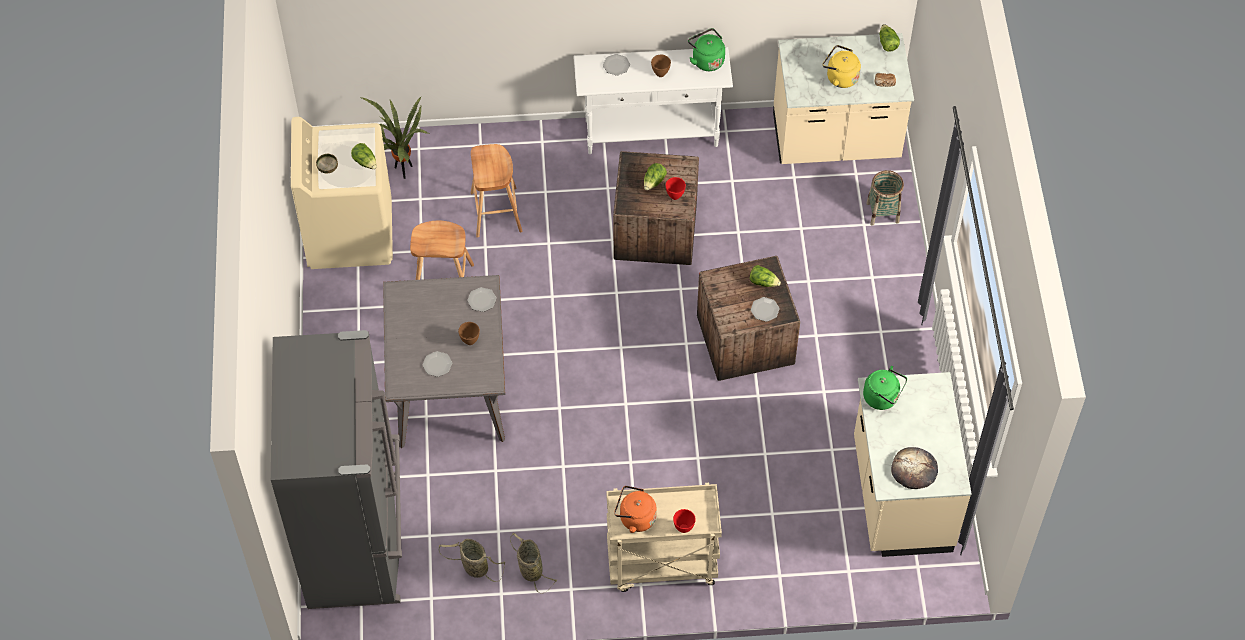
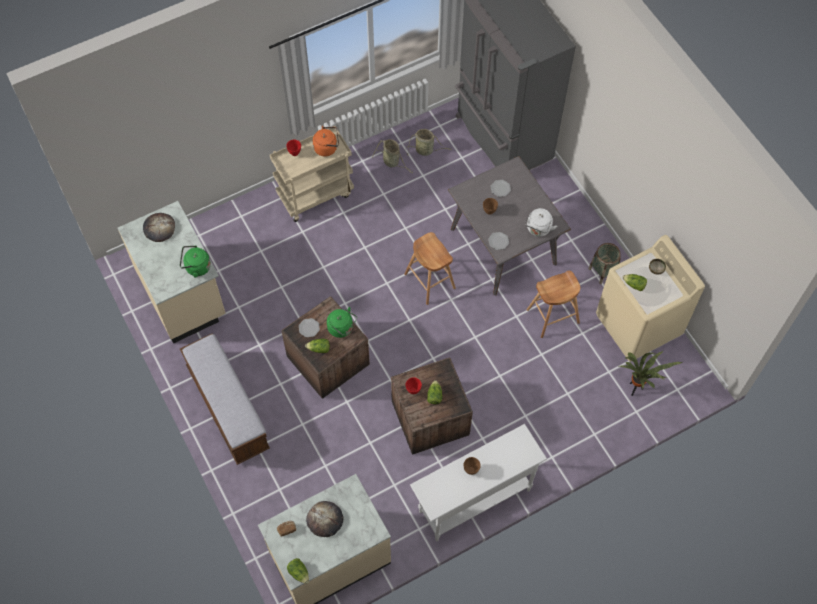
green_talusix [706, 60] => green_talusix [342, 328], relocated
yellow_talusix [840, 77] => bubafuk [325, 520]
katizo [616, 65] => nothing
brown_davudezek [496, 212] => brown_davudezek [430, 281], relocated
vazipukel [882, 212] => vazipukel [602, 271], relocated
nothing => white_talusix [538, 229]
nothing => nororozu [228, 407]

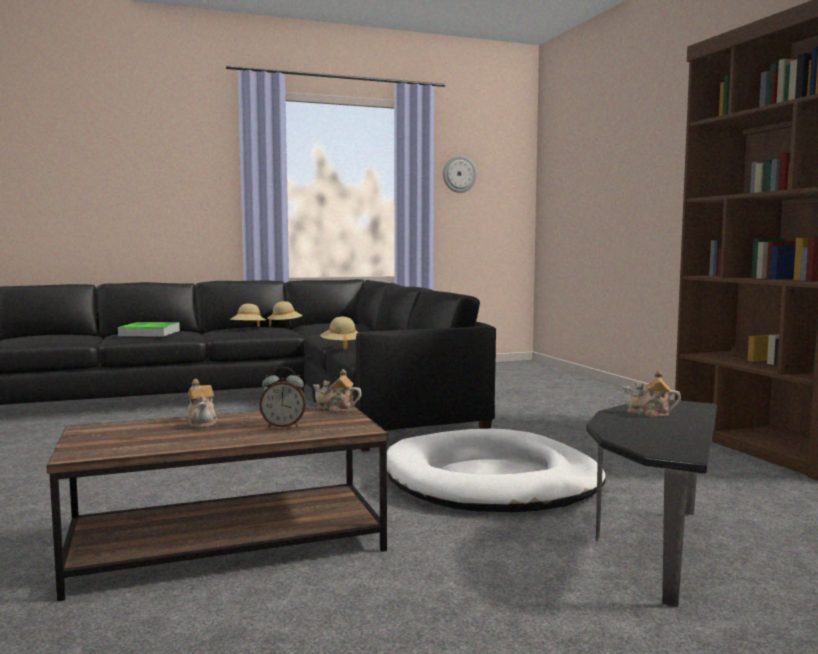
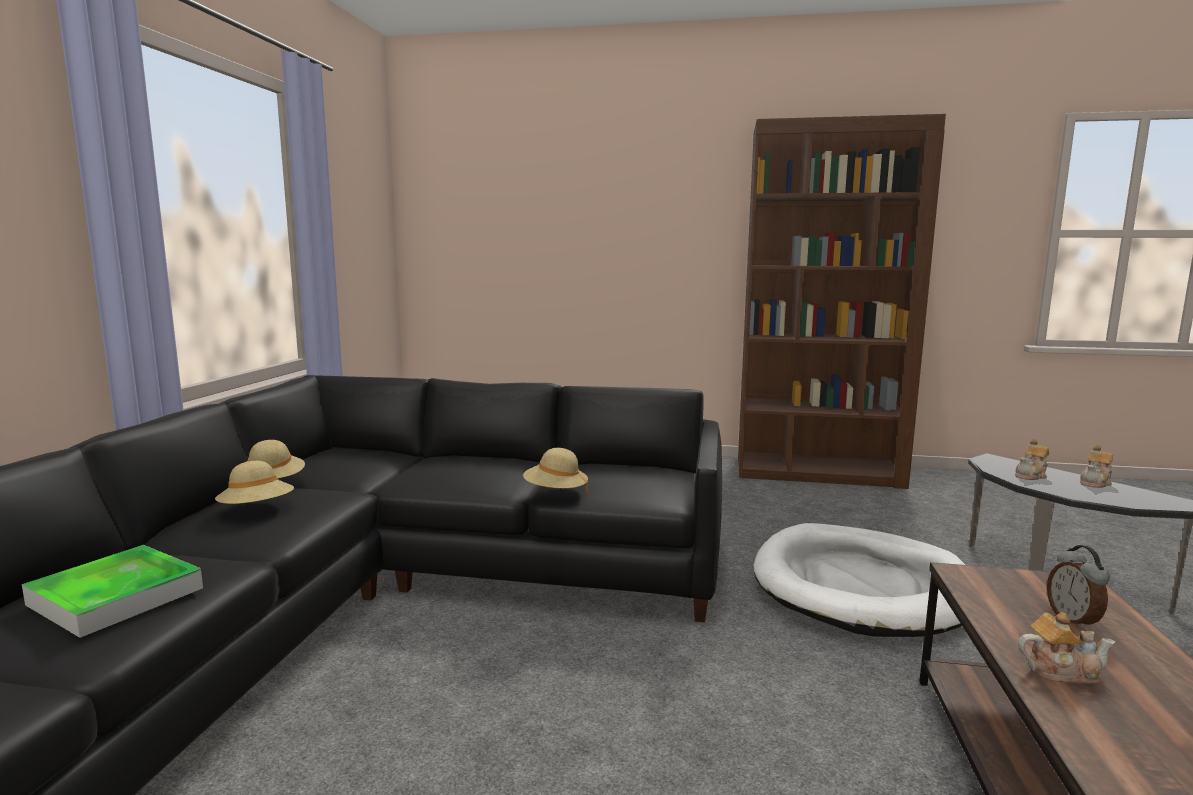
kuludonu [459, 174] => nothing
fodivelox [283, 426] => fodivelox [1073, 620], 150 degrees clockwise
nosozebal [336, 409] => nosozebal [1095, 483], relocated

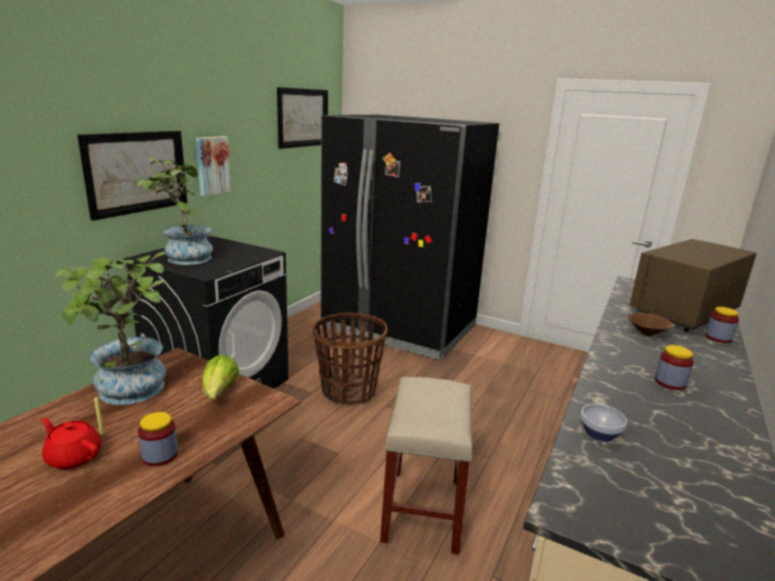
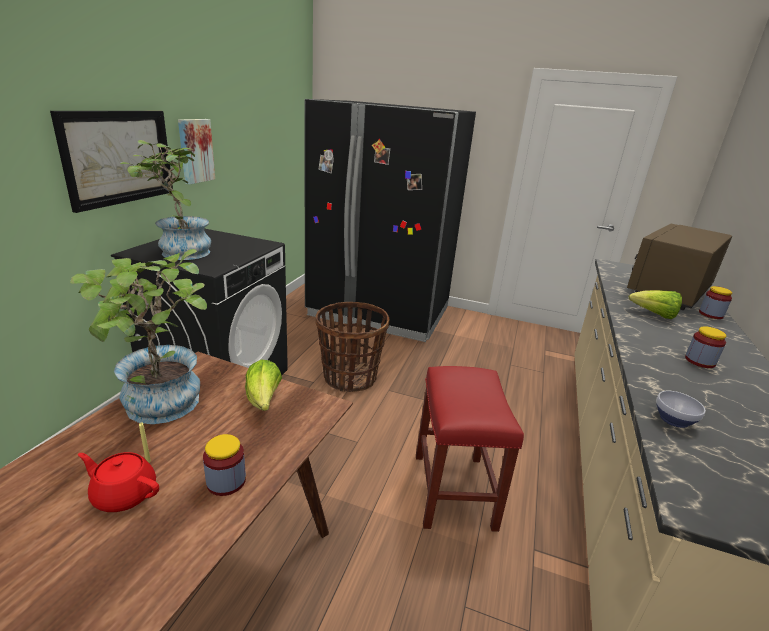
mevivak [302, 117] => nothing
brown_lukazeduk [648, 335] => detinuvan [654, 315]
beige_davudezek [423, 511] => red_davudezek [454, 492]

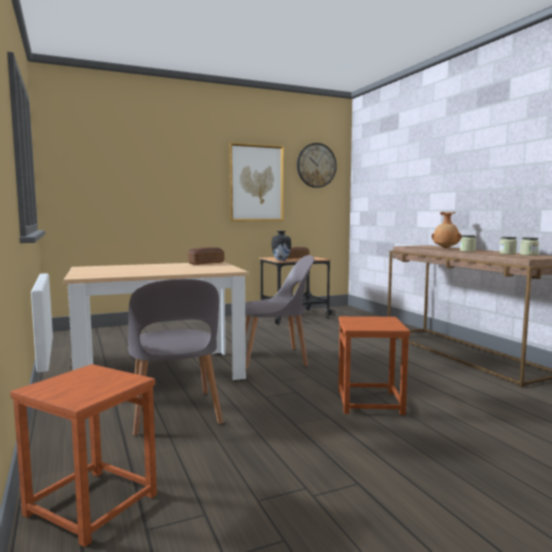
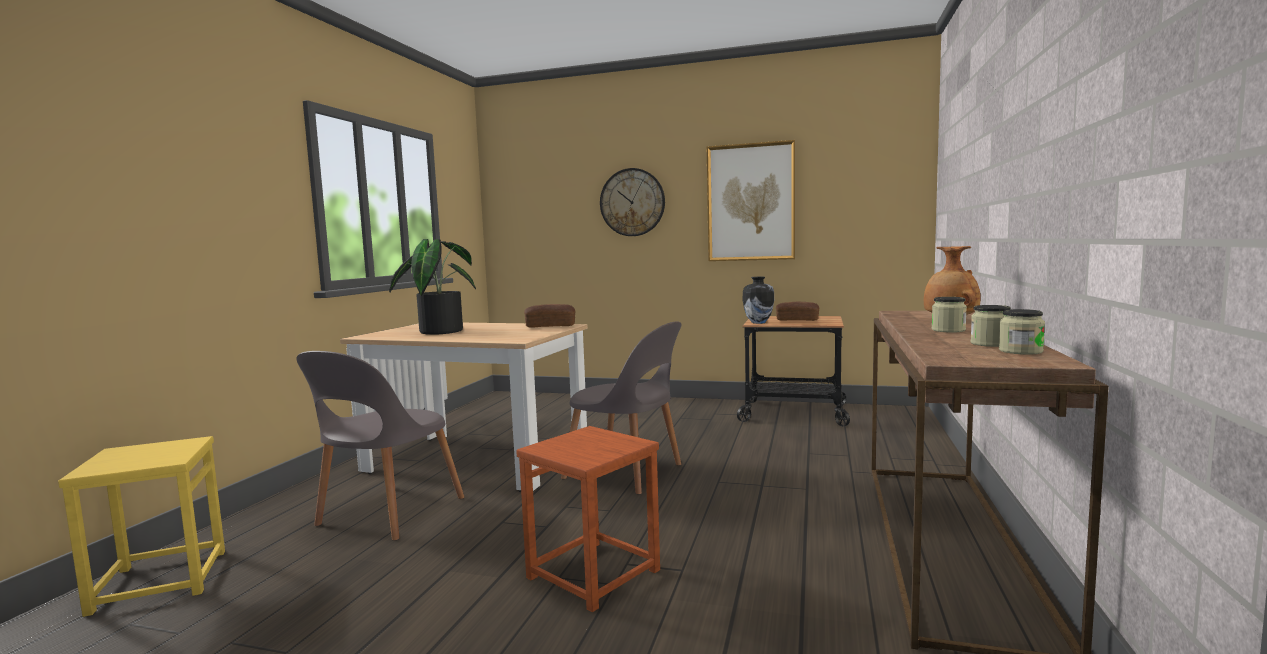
kuludonu [316, 165] => kuludonu [632, 202], relocated
brown_davudezek [90, 505] => yellow_davudezek [159, 581]
nothing => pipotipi [439, 331]

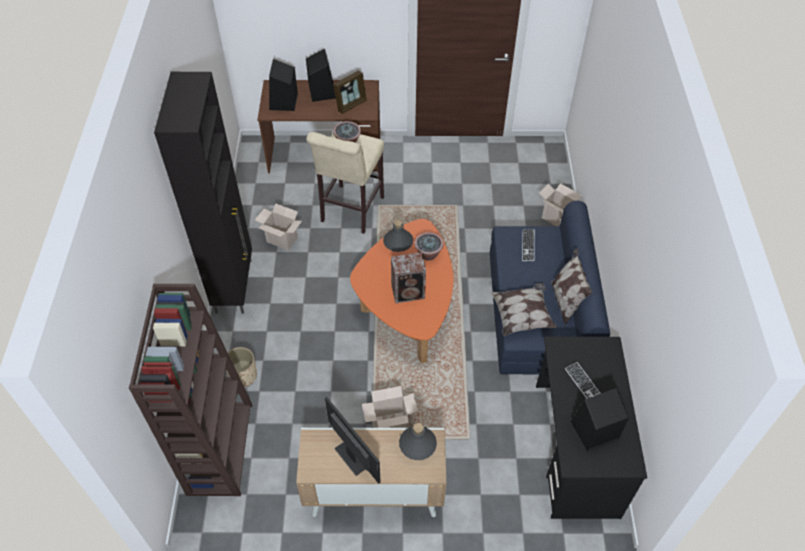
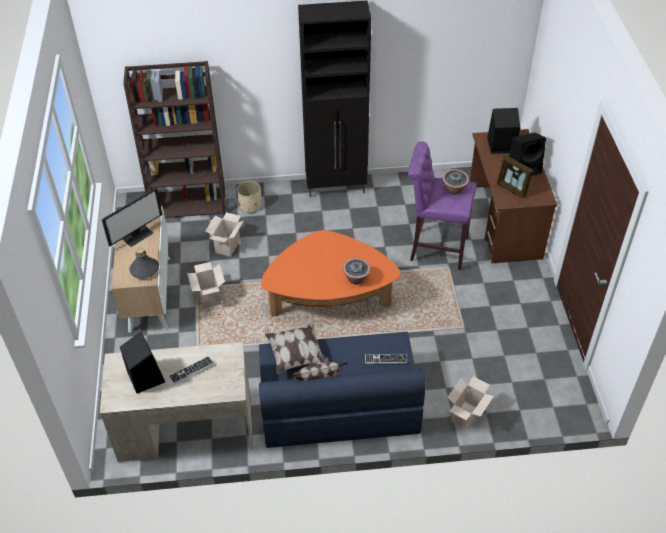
beige_davudezek [350, 212] => purple_davudezek [435, 248]
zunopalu [281, 240] => zunopalu [227, 246], relocated
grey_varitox [398, 242] => nothing
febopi [409, 292] => nothing
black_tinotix [575, 449] => beige_tinotix [185, 428]

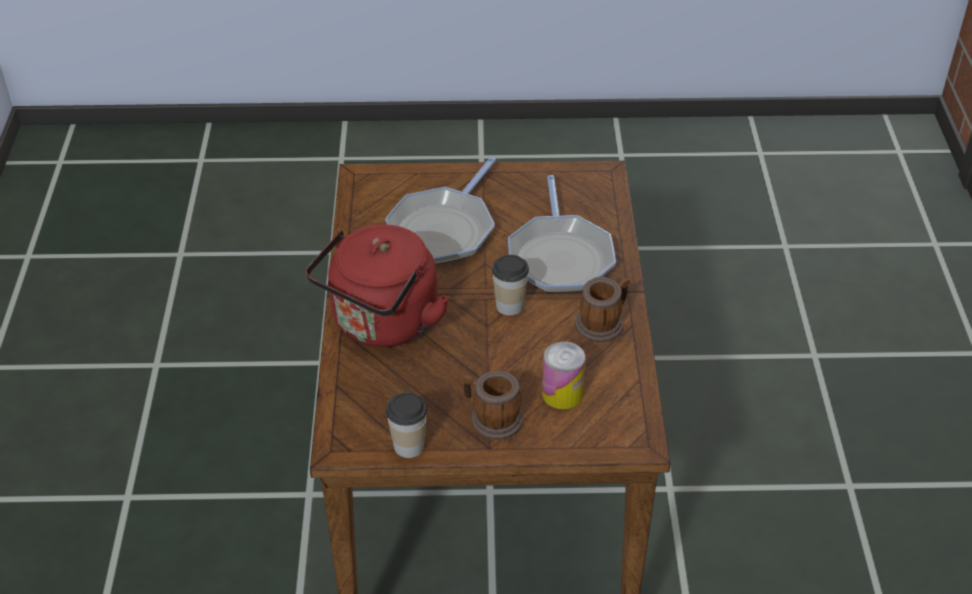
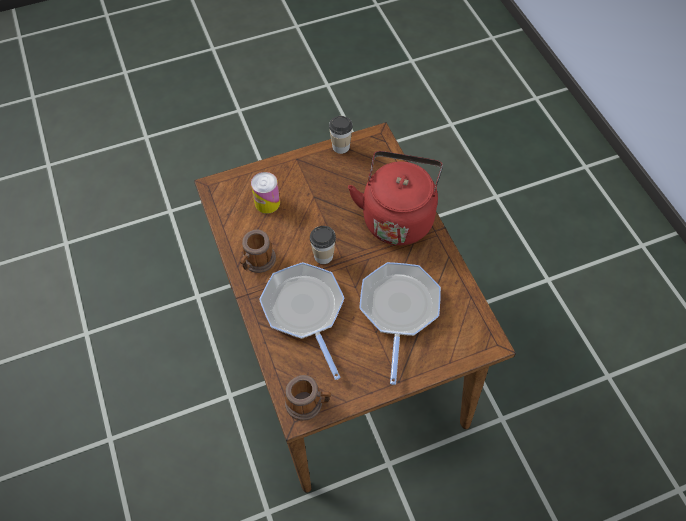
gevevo [491, 418] => gevevo [308, 403], relocated

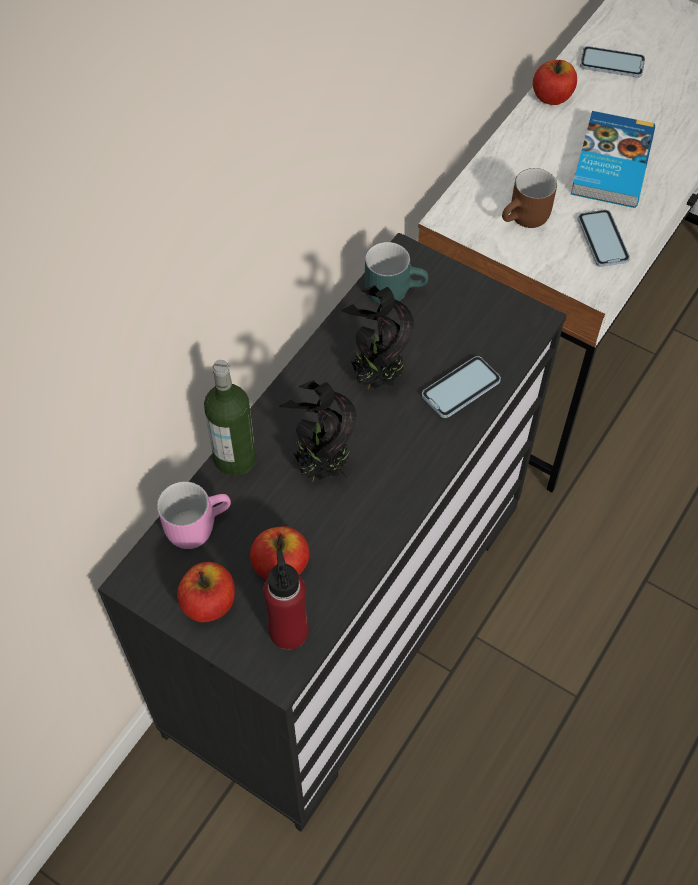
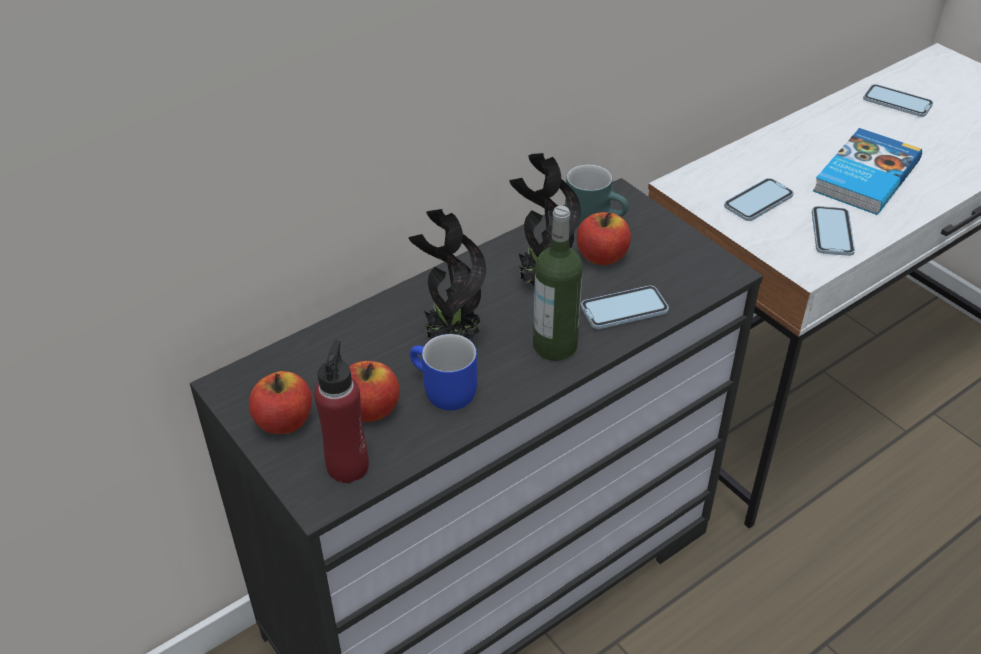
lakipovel [552, 97] => lakipovel [602, 256], relocated
brown_gevevo [526, 220] => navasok [758, 201]
varitox [235, 459] => varitox [555, 346], relocated
pink_gevevo [196, 524] => nothing
nothing => blue_gevevo [441, 392]

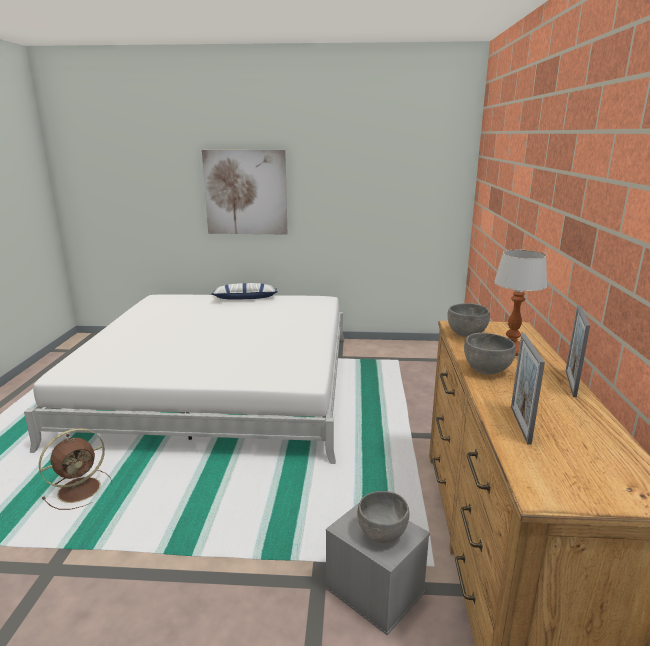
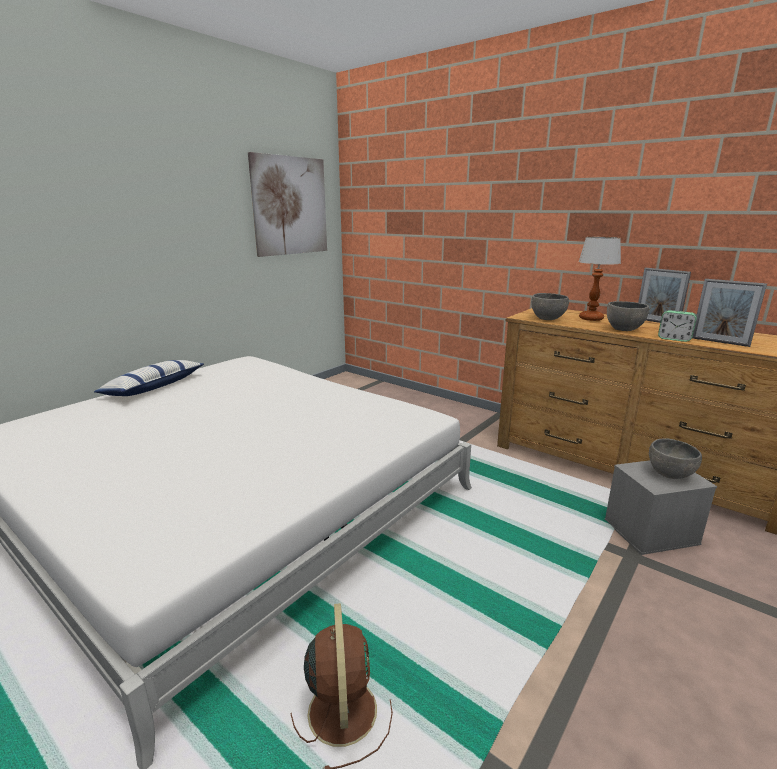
mevivak [245, 192] => mevivak [290, 206], relocated
nothing => fodivelox [674, 339]

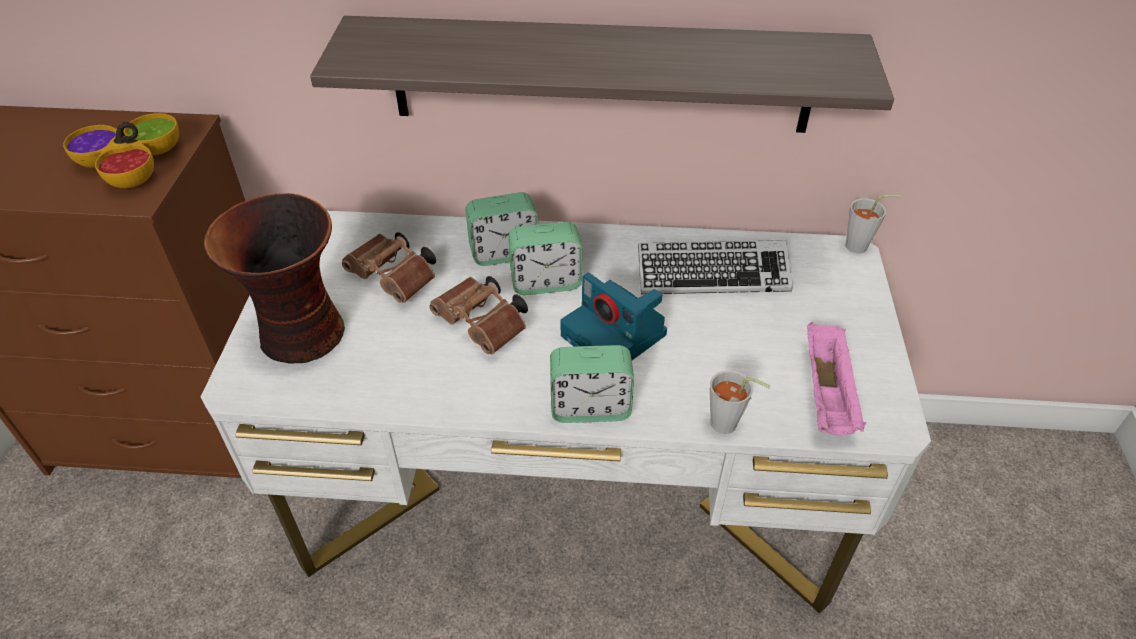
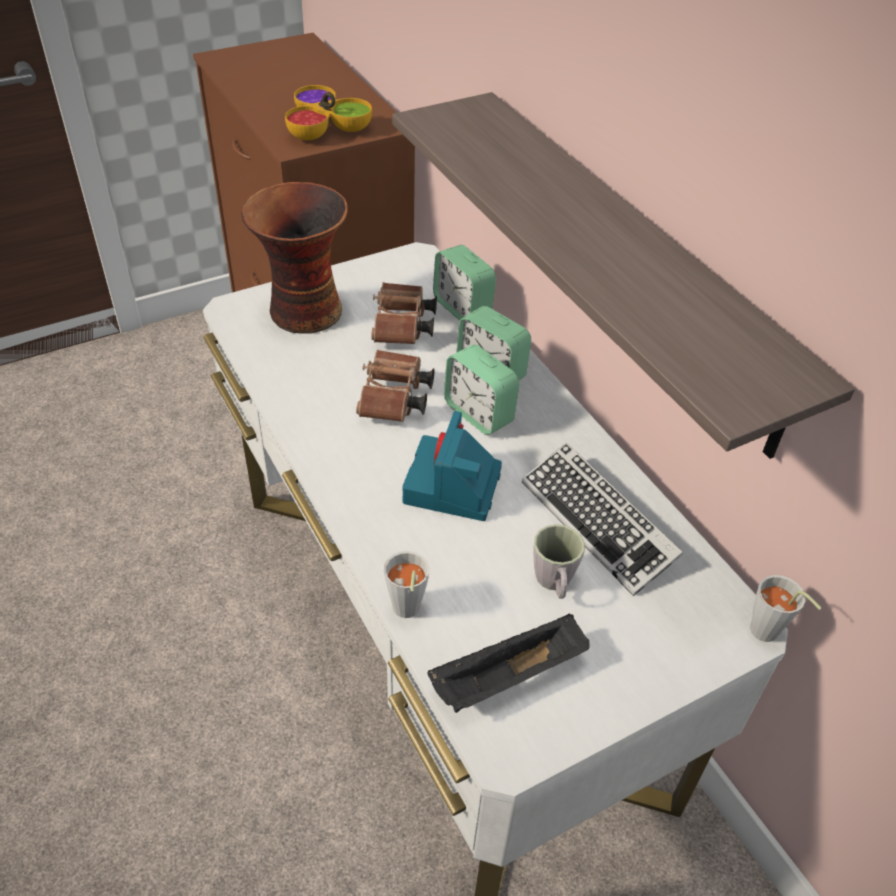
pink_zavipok [828, 395] => black_zavipok [507, 678]
fodivelox [590, 407] => fodivelox [462, 308], relocated
nothing => grey_gevevo [554, 583]

